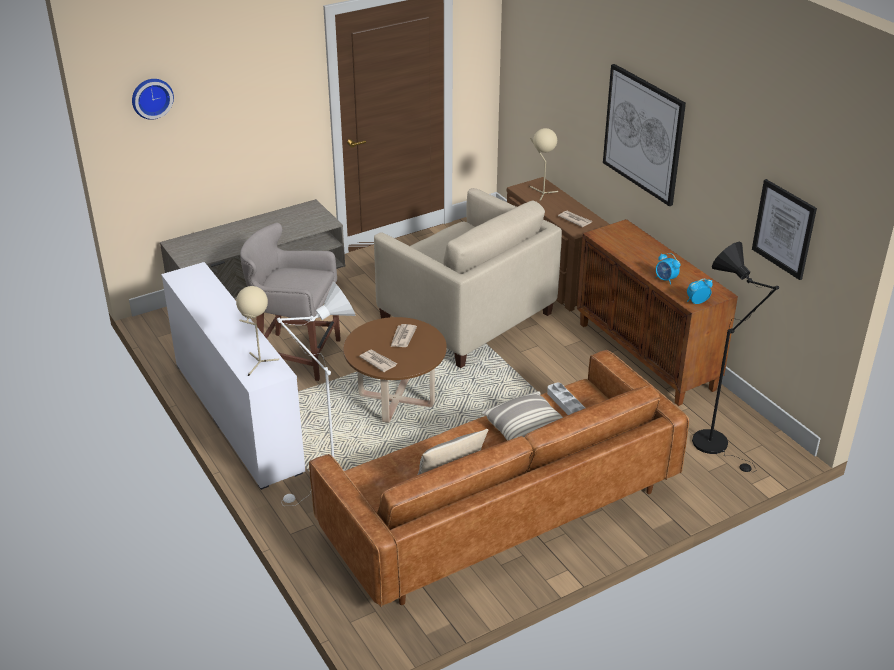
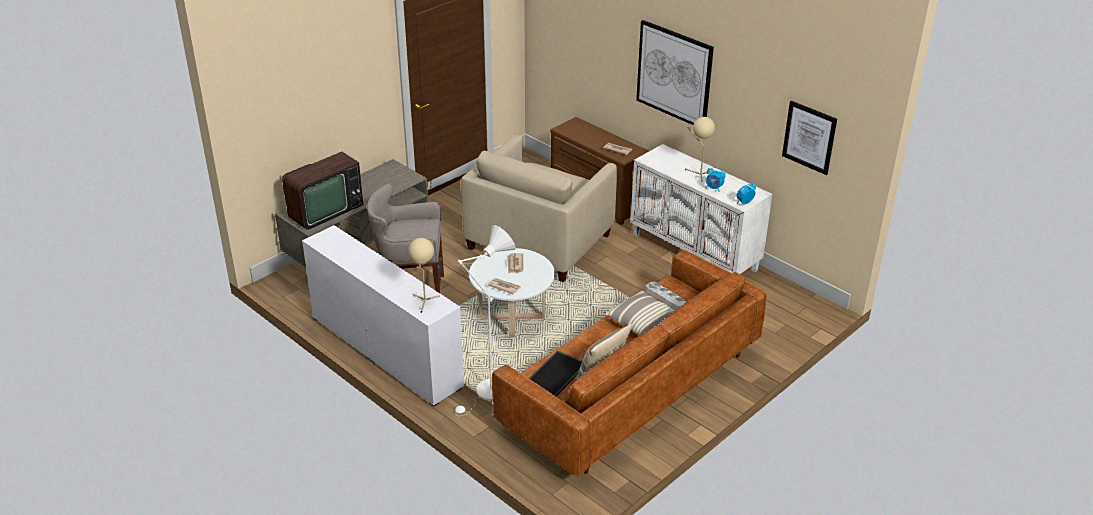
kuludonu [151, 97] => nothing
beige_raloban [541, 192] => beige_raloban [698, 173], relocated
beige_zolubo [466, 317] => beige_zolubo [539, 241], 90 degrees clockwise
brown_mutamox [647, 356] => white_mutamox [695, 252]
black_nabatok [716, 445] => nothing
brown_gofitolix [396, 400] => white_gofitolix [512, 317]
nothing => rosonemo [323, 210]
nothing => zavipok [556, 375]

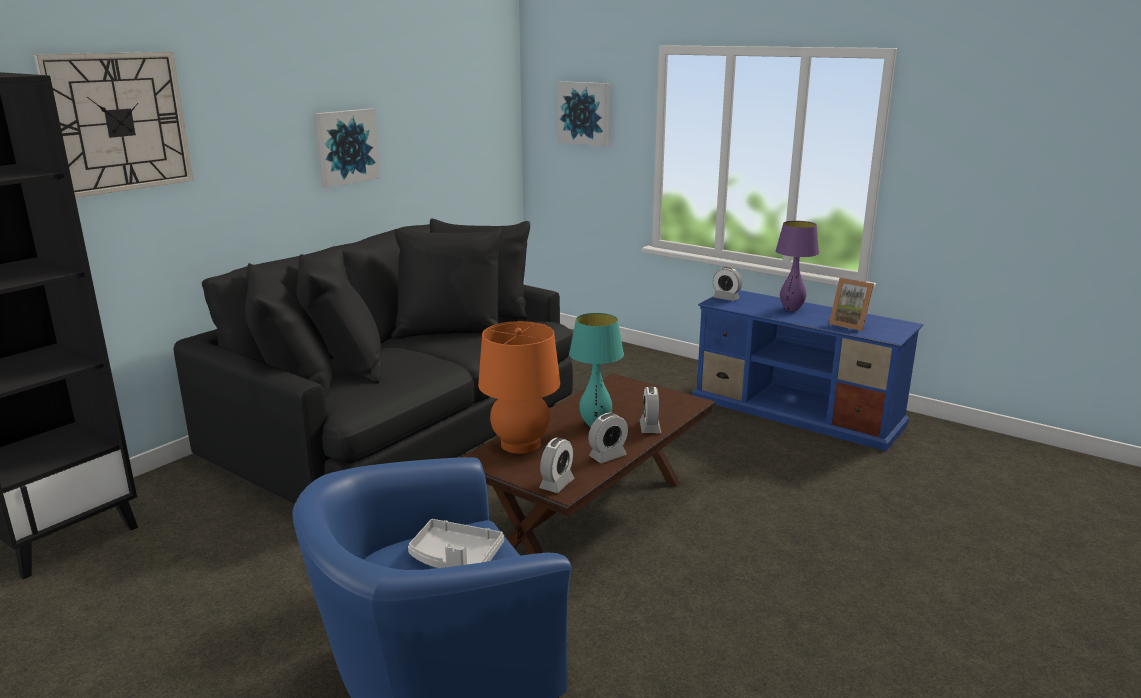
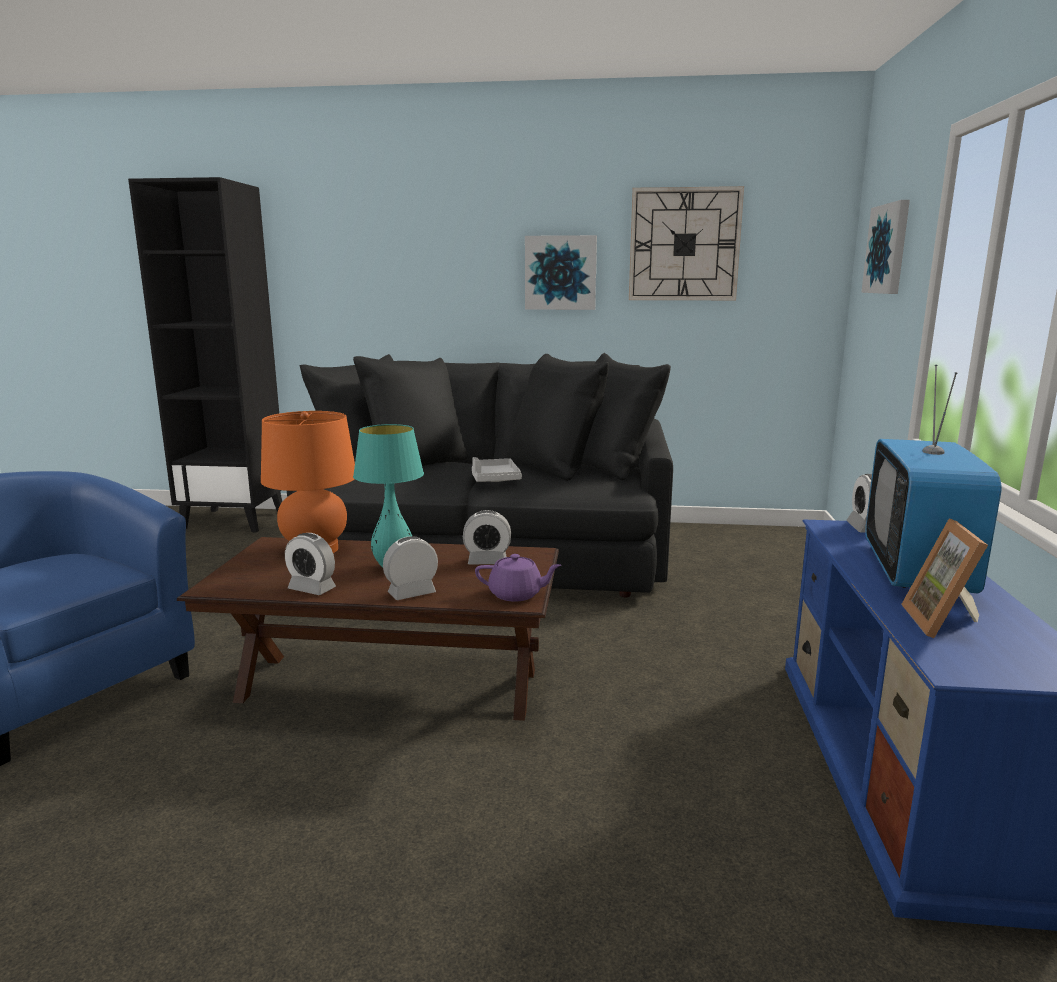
kuludonu [118, 122] => kuludonu [684, 244], relocated
purple_raloban [791, 309] => rosonemo [917, 571]
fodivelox [557, 484] => fodivelox [487, 561], relocated
grey_zavipok [455, 558] => grey_zavipok [494, 479], relocated
nothing => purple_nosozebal [516, 594]

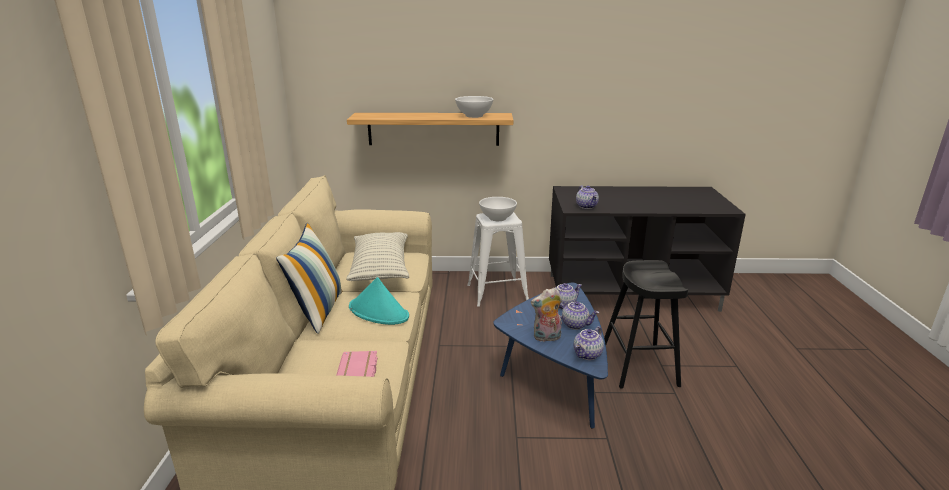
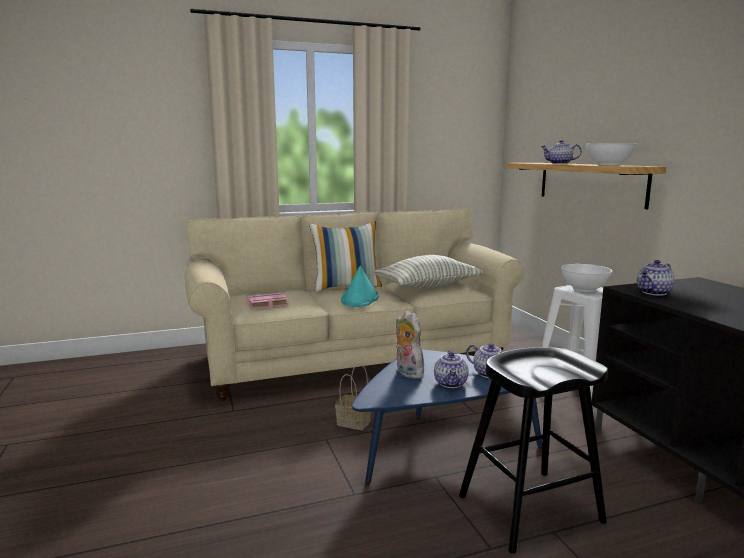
nosozebal [588, 355] => nosozebal [559, 163], relocated
nothing => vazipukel [355, 422]

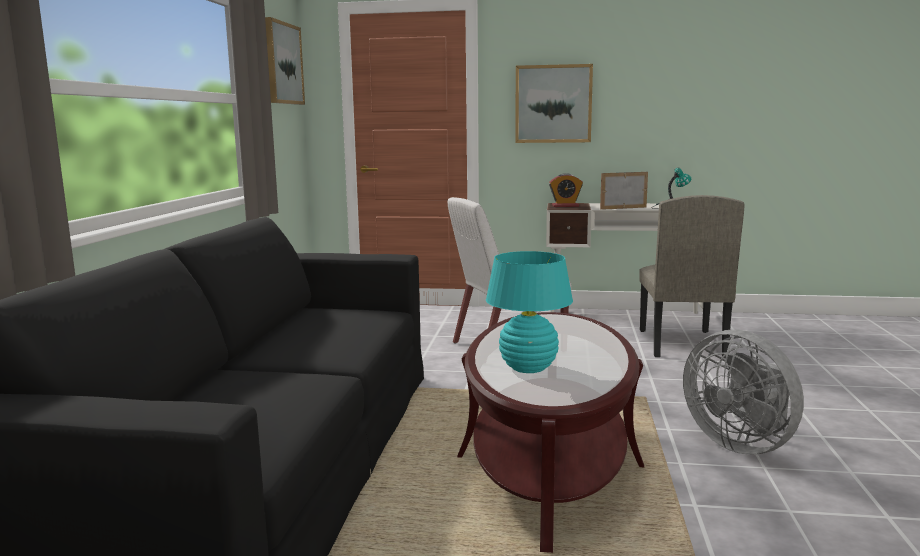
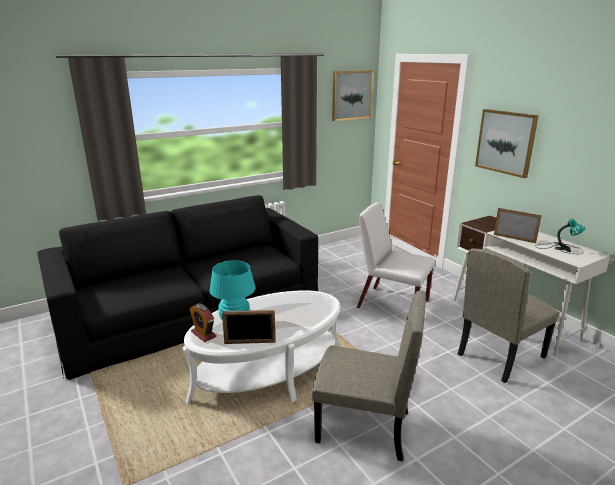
fodivelox [565, 206] => fodivelox [203, 334], relocated
brown_gofitolix [549, 461] => white_gofitolix [268, 372]
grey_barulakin [740, 443] => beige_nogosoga [363, 427]
nothing => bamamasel [250, 342]

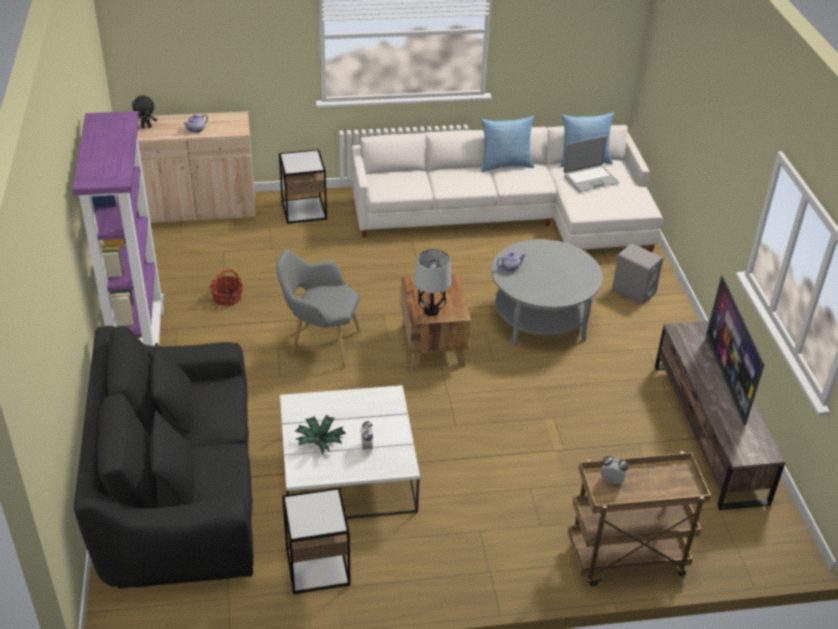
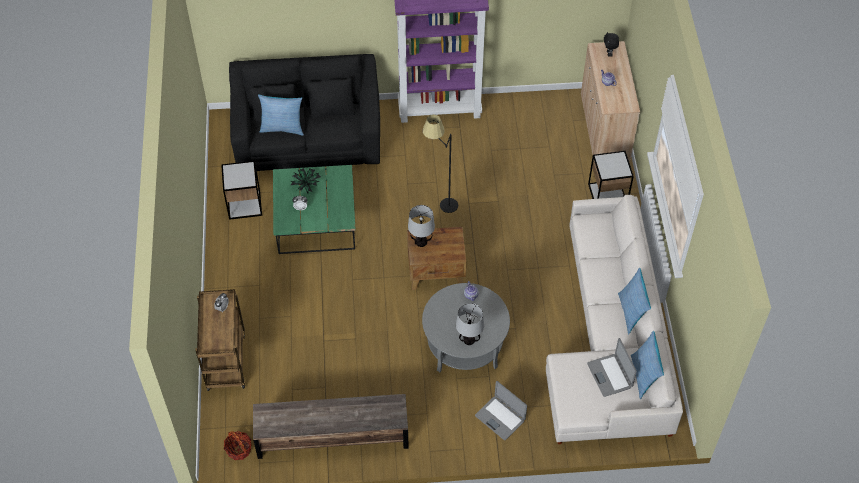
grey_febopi [633, 291] => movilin [500, 418]
grey_zolubo [320, 344] => black_nabatok [440, 205]
vazipukel [227, 297] => vazipukel [239, 449], relocated
rosonemo [727, 378] => nothing
white_gofitolix [346, 471] => green_gofitolix [316, 218]
nothing => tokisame [282, 128]
nothing => raloban [469, 340]

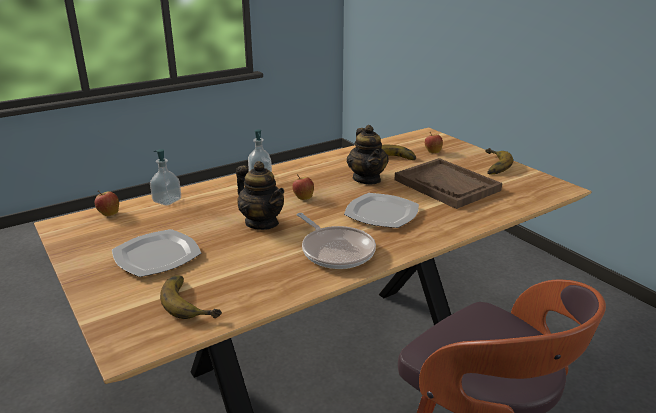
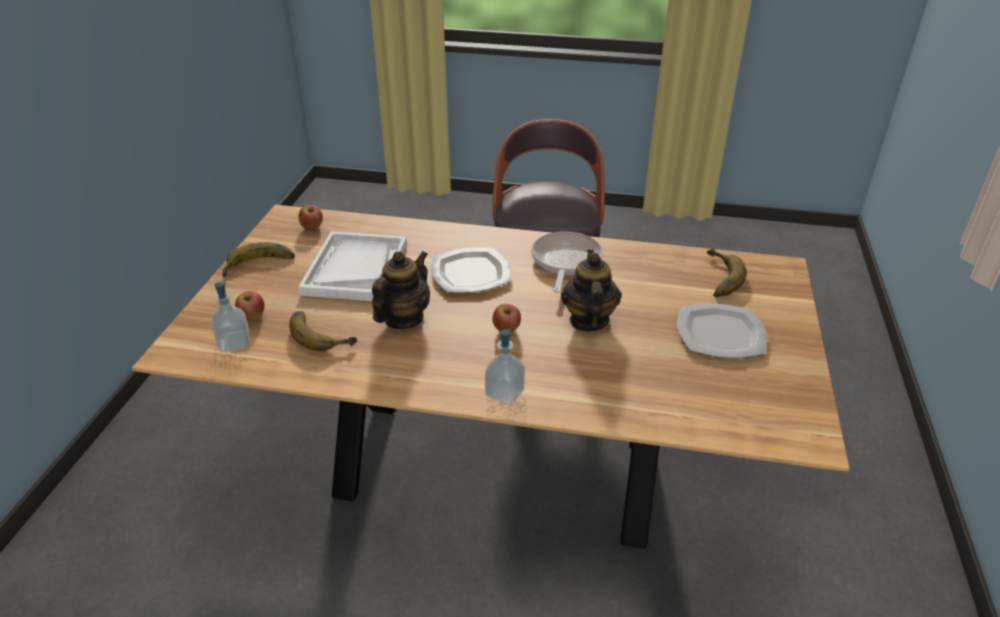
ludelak [167, 201] => ludelak [234, 343], relocated
brown_zavipok [447, 185] => white_zavipok [355, 268]
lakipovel [108, 213] => lakipovel [312, 228], relocated

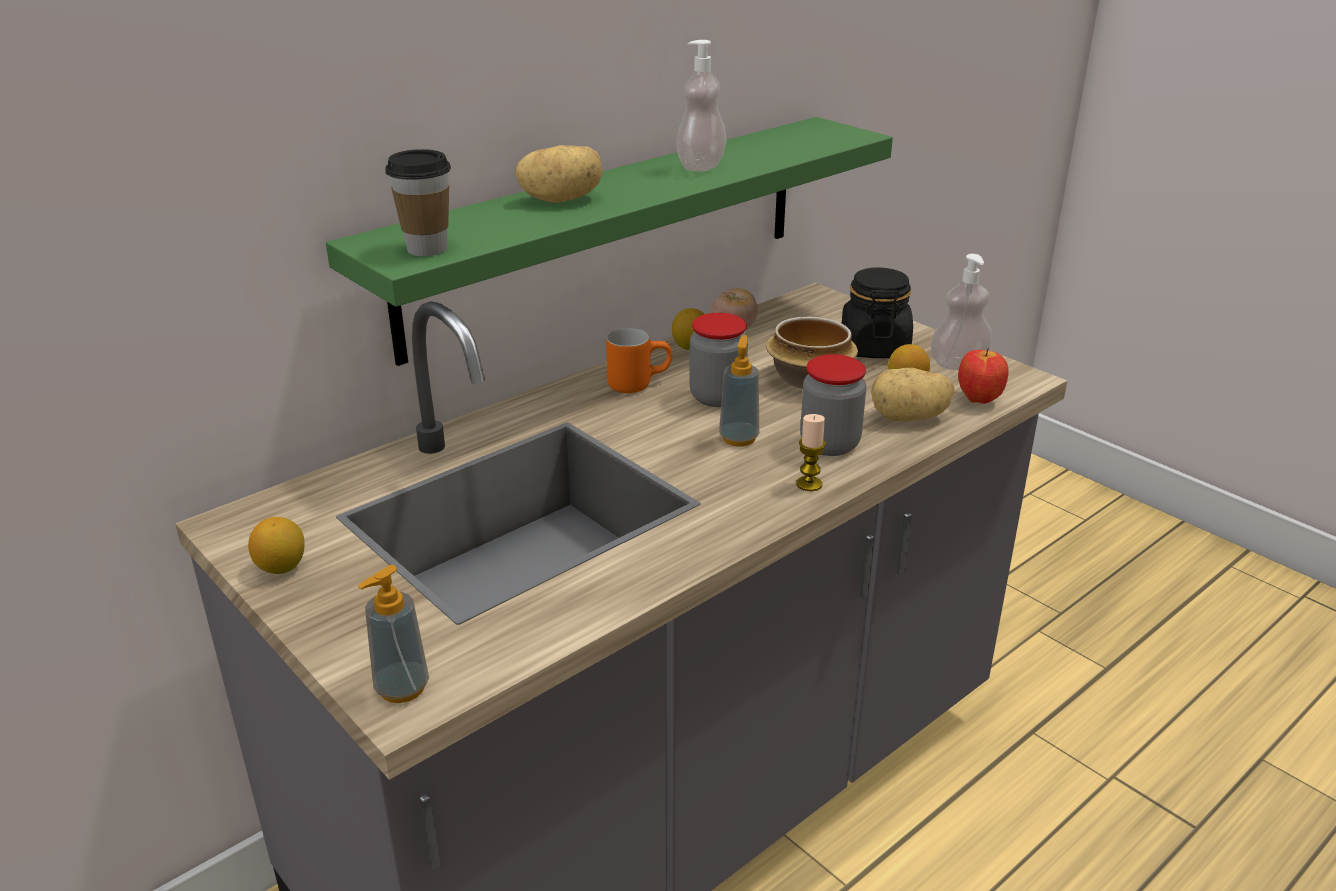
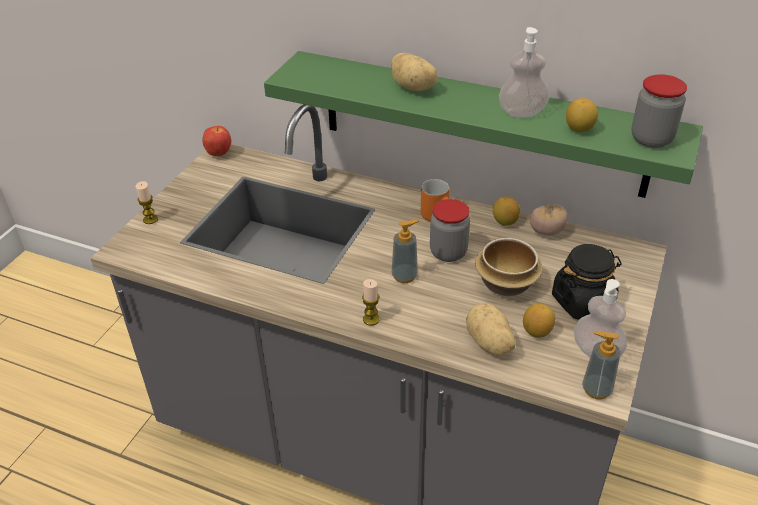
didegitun [427, 249] => nothing
lakipovel [978, 400] => lakipovel [219, 154], relocated
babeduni [829, 444] => babeduni [651, 139], relocated
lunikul [282, 567] => lunikul [579, 129], relocated
ludelak [402, 688] => ludelak [596, 389], relocated
nothing => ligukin [150, 219]

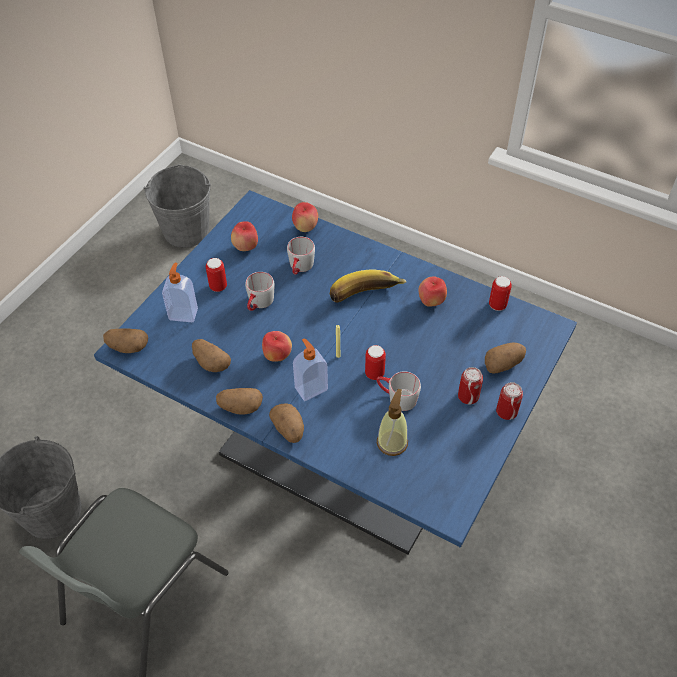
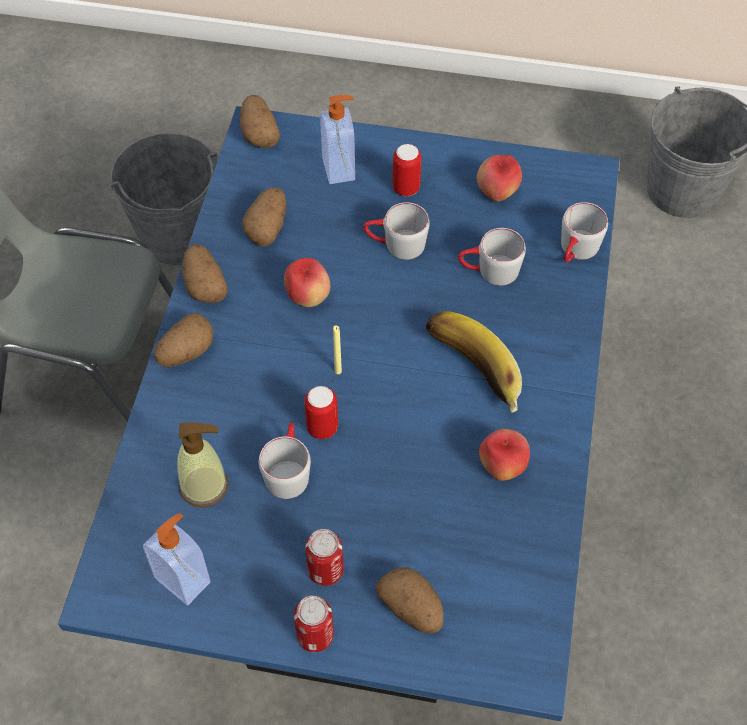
lakipovel [305, 228] => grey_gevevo [576, 252]
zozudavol [497, 305] => nothing
ludelak [310, 388] => ludelak [184, 579], relocated

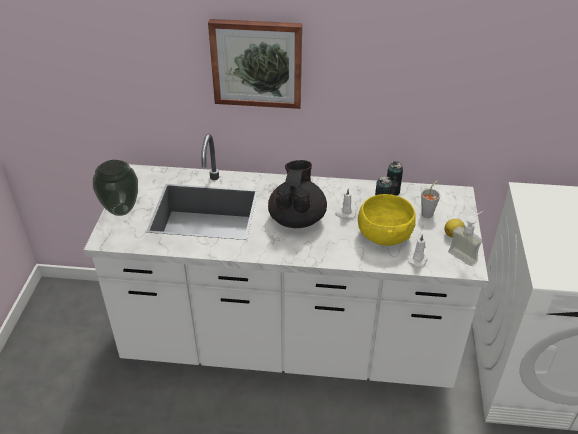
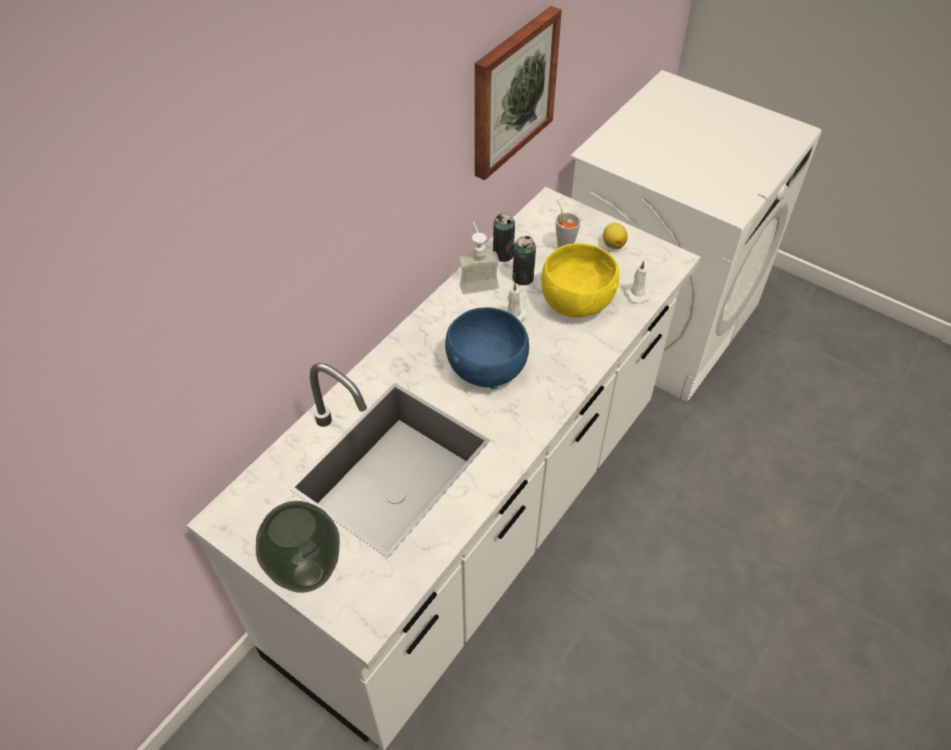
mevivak [257, 63] => mevivak [512, 92], relocated
black_nosozebal [297, 218] => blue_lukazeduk [485, 367]
ludelak [466, 254] => ludelak [477, 281], relocated

